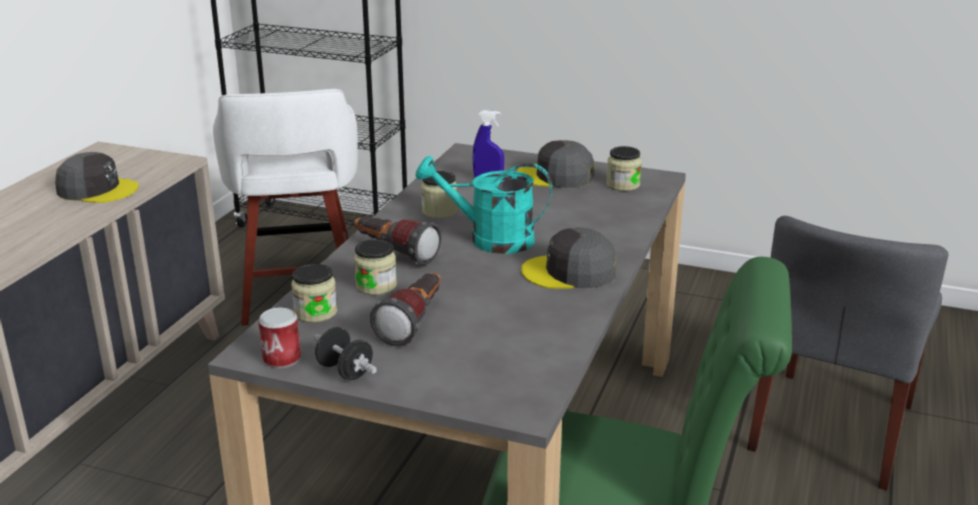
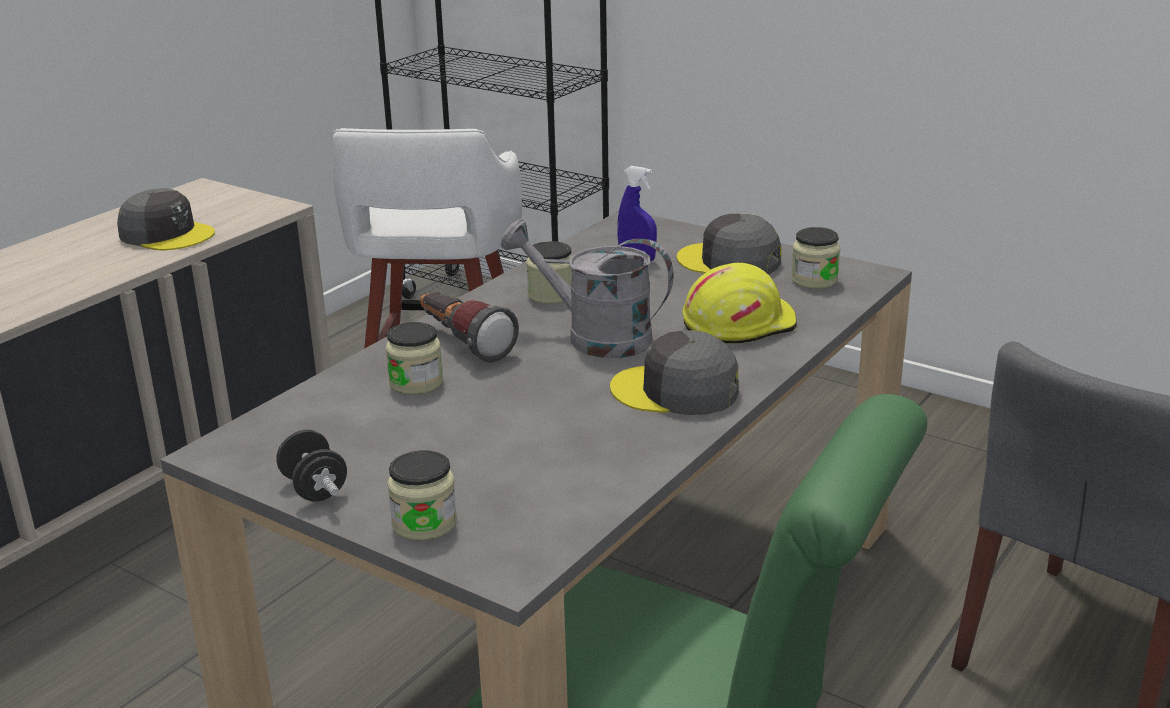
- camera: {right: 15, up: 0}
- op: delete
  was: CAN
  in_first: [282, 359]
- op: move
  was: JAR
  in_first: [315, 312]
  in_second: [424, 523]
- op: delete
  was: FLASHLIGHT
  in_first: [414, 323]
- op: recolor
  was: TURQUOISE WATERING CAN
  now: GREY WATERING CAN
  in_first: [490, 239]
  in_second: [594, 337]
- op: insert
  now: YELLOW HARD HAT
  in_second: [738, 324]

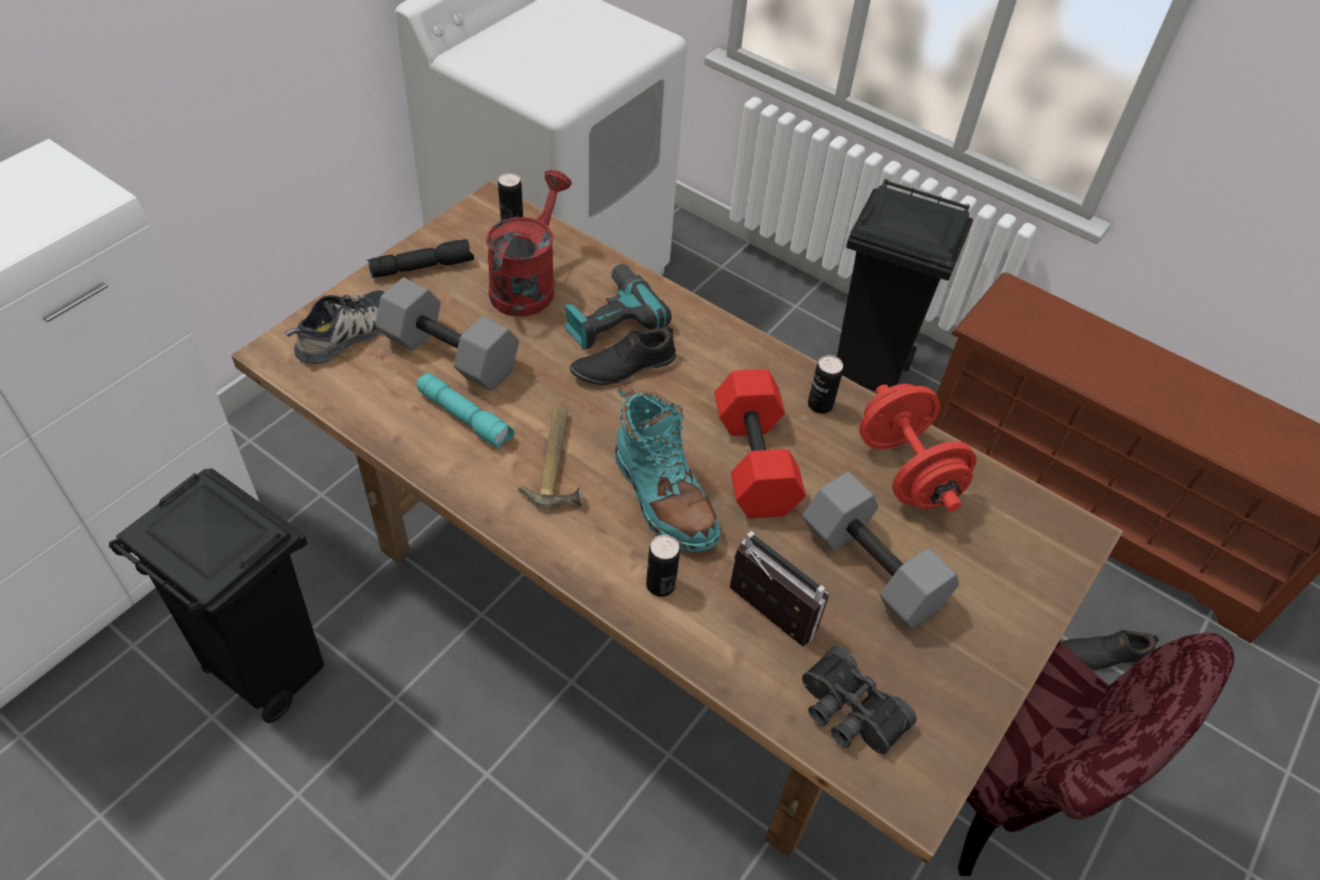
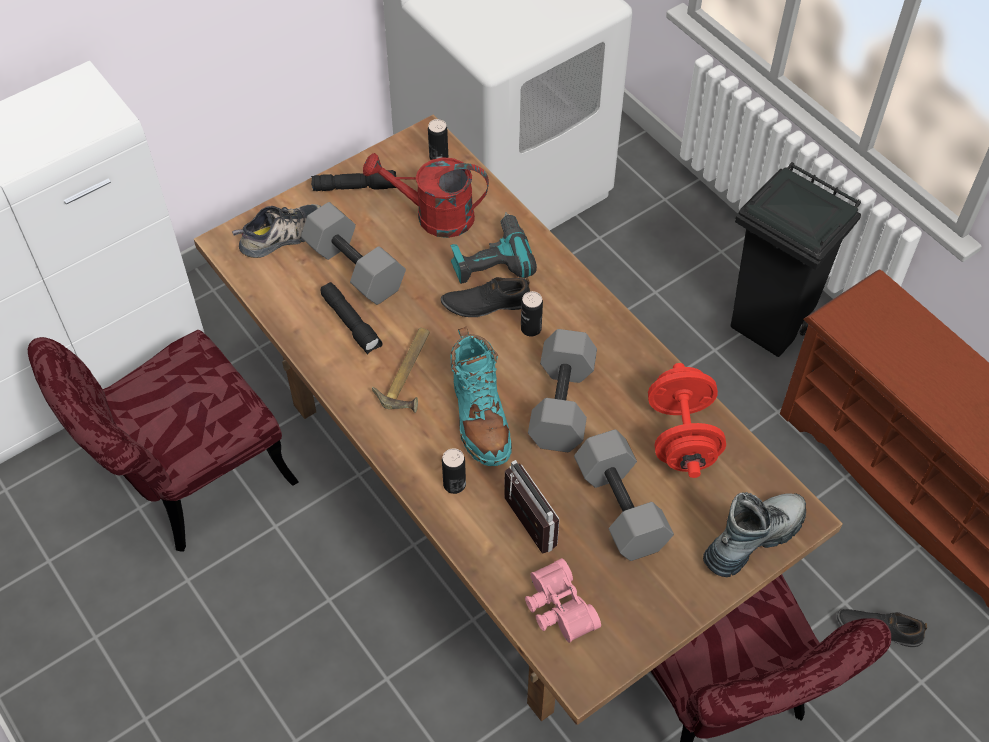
- camera: {right: 20, up: 5}
- op: replace
  was: BLACK TRASH CAN
  now: RED CHAIR
  in_first: [268, 671]
  in_second: [187, 482]
- op: recolor
  was: TURQUOISE FLASHLIGHT
  now: BLACK FLASHLIGHT
  in_first: [466, 417]
  in_second: [352, 323]
- op: rotate
  was: RED WATERING CAN
  in_first: [527, 283]
  in_second: [434, 216]
  clockwise: -120
- op: recolor
  was: RED DUMBBELL
  now: GREY DUMBBELL
  in_first: [757, 463]
  in_second: [563, 405]
- op: recolor
  was: BLACK BINOCULARS
  now: PINK BINOCULARS
  in_first: [847, 713]
  in_second: [557, 608]
- op: move
  was: CAN
  in_first: [820, 405]
  in_second: [531, 328]
- op: insert
  now: BOOT
  in_second: [753, 539]

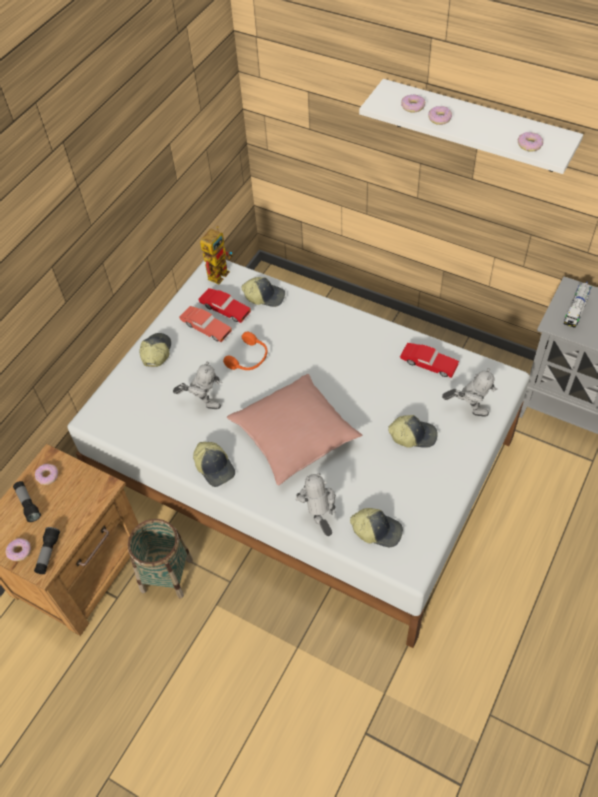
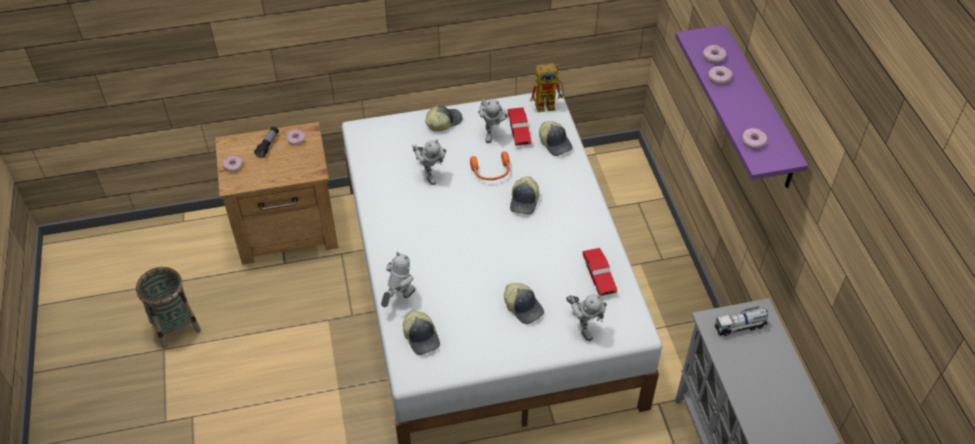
- camera: {right: 45, up: -5}
- op: delete
  was: FLASHLIGHT
  in_first: [48, 554]
- op: move
  was: BASKET
  in_first: [166, 575]
  in_second: [175, 326]
- op: replace
  was: RED TOY CAR
  now: TOY ROBOT
  in_first: [206, 328]
  in_second: [492, 132]
- op: move
  was: CAP
  in_first: [215, 467]
  in_second: [525, 201]
- op: delete
  was: PINK PILLOW
  in_first: [294, 436]
- op: recolor
  was: WHITE SHELF
  now: PURPLE SHELF
  in_first: [476, 126]
  in_second: [759, 109]

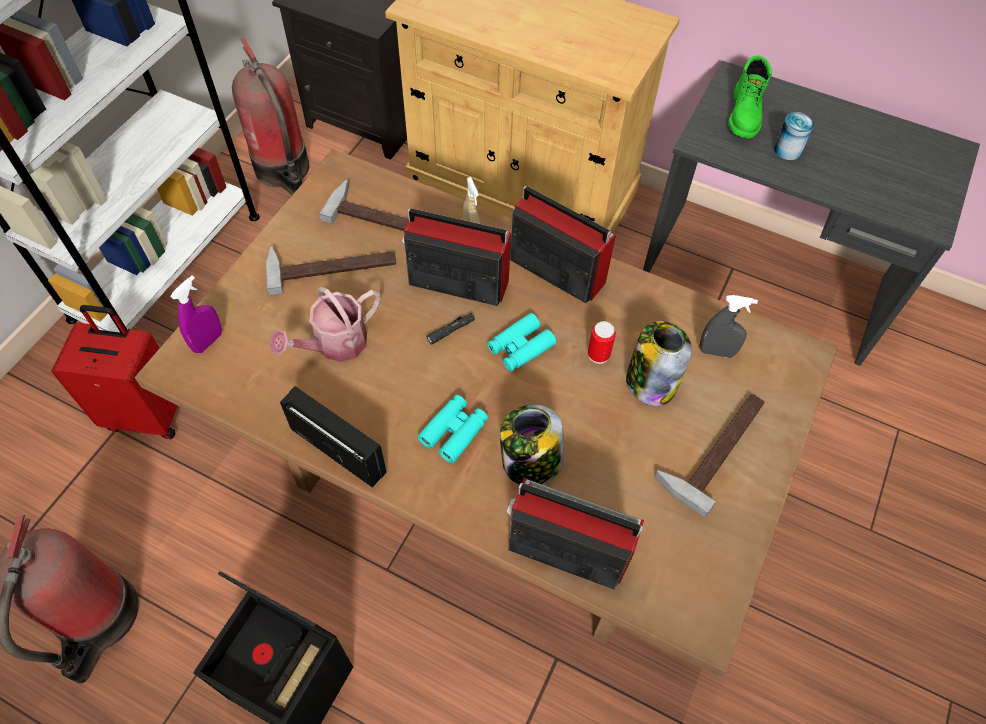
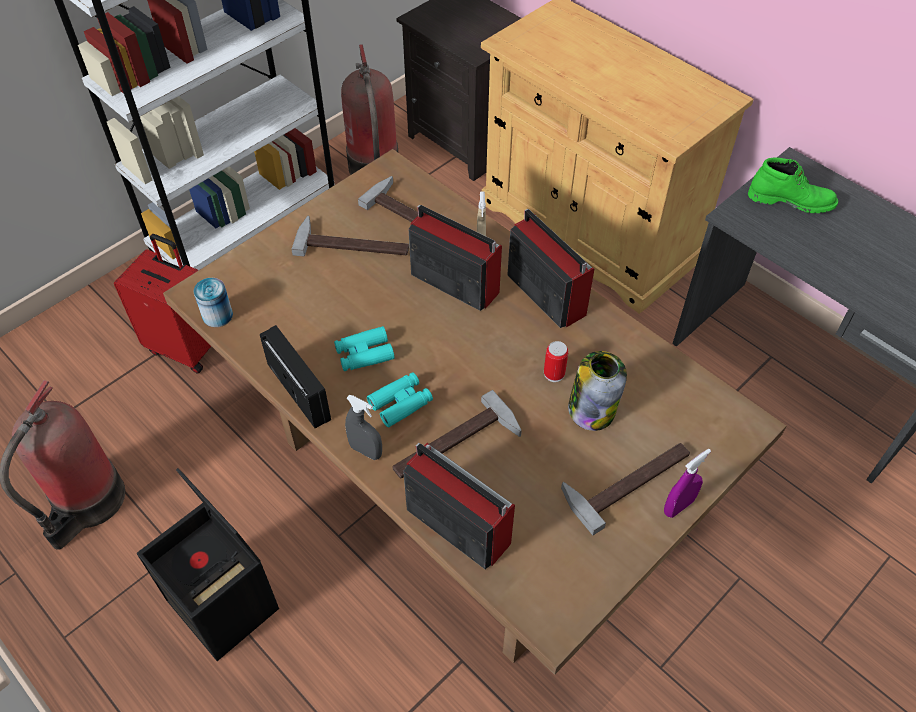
- camera: {right: 20, up: -5}
- op: move
  was: PURPLE SPRAY BOTTLE
  in_first: [208, 341]
  in_second: [678, 506]
- op: delete
  was: WATERING CAN
  in_first: [334, 345]
- op: delete
  was: BLACK FLASHLIGHT
  in_first: [451, 330]
- op: move
  was: TURQUOISE BINOCULARS
  in_first: [520, 347]
  in_second: [364, 354]
- op: replace
  was: JAR
  now: HAMMER
  in_first: [530, 463]
  in_second: [455, 446]
- op: move
  was: GREY SPRAY BOTTLE
  in_first: [716, 352]
  in_second: [366, 451]
- op: rotate
  was: GREEN BOOT
  in_first: [745, 114]
  in_second: [791, 200]
  clockwise: -105
- op: move
  was: CAN
  in_first: [787, 150]
  in_second: [217, 315]

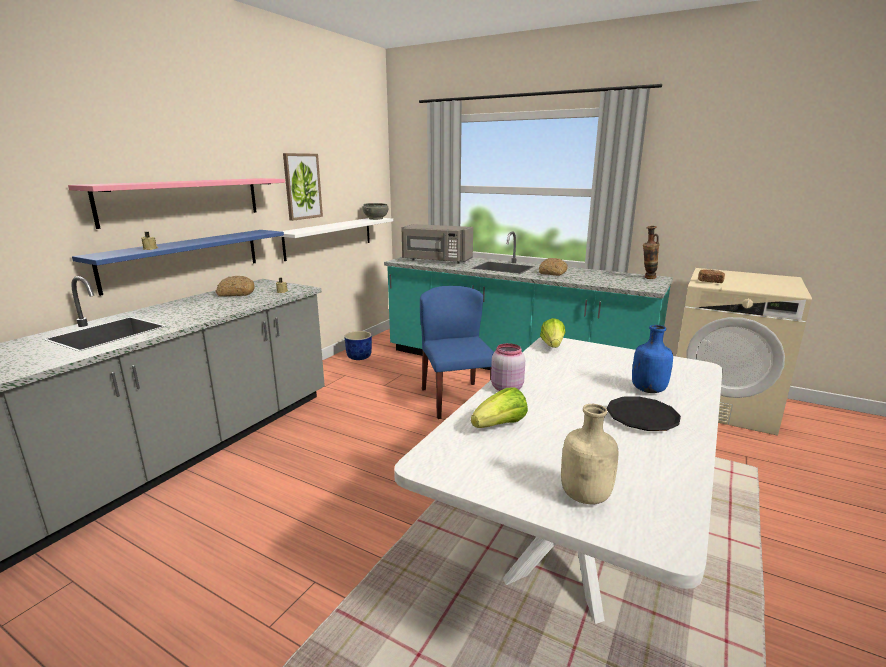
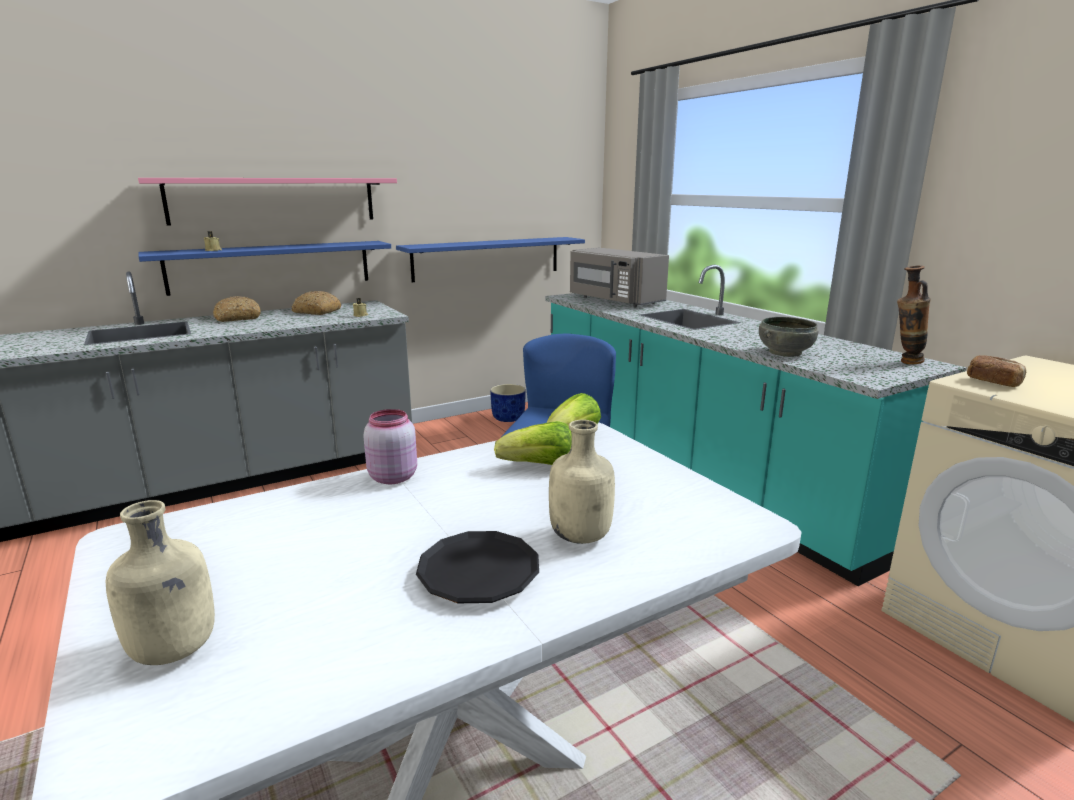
- camera: {right: 30, up: 0}
- op: recolor
  was: WHITE SHELF
  now: BLUE SHELF
  in_first: [329, 237]
  in_second: [487, 258]
- op: delete
  was: PICTURE
  in_first: [302, 186]
- op: move
  was: GREY BOWL
  in_first: [375, 218]
  in_second: [784, 352]
- op: move
  was: LETTUCE
  in_first: [500, 425]
  in_second: [539, 466]
- op: move
  was: BREAD
  in_first: [553, 273]
  in_second: [237, 318]
- op: recolor
  was: BLUE BOTTLE
  now: BEIGE BOTTLE
  in_first: [648, 390]
  in_second: [581, 536]

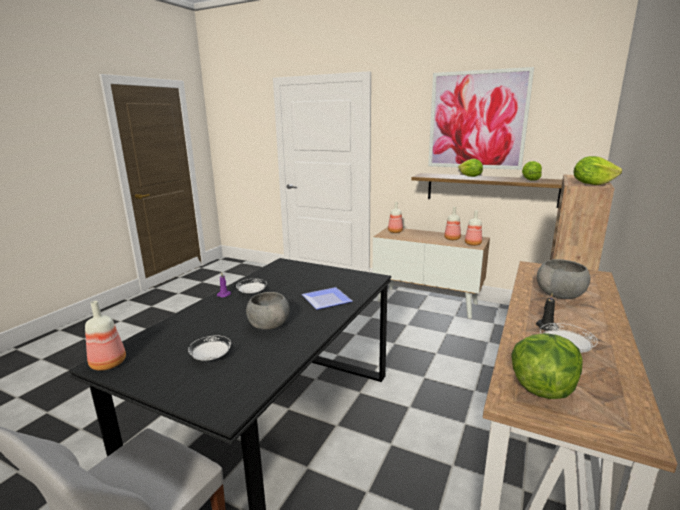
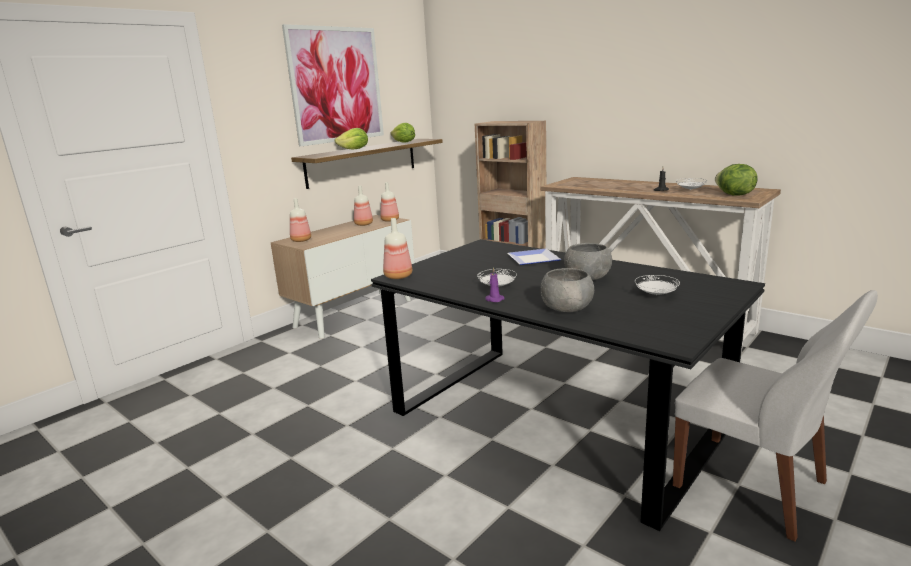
- camera: {right: -75, up: 0}
- op: move
  was: BOTTLE
  in_first: [108, 363]
  in_second: [397, 276]
- op: move
  was: GREY BOWL
  in_first: [559, 295]
  in_second: [566, 309]
- op: delete
  was: LETTUCE
  in_first: [592, 184]

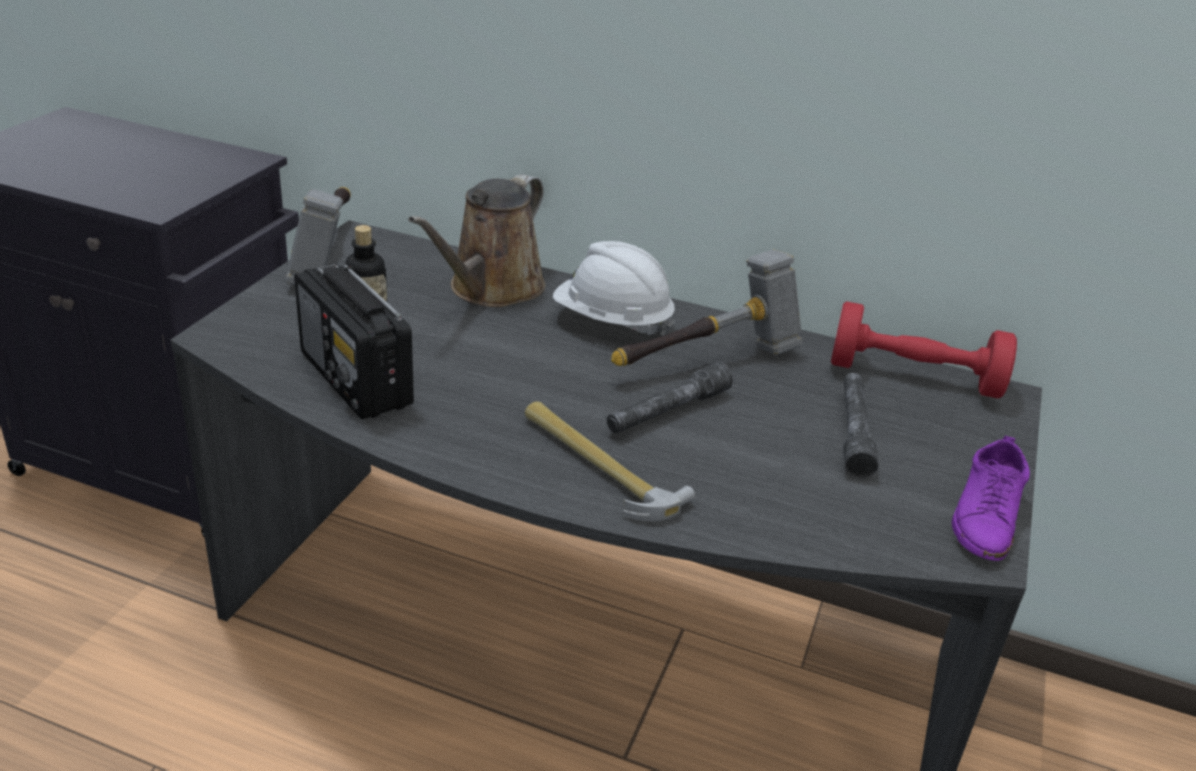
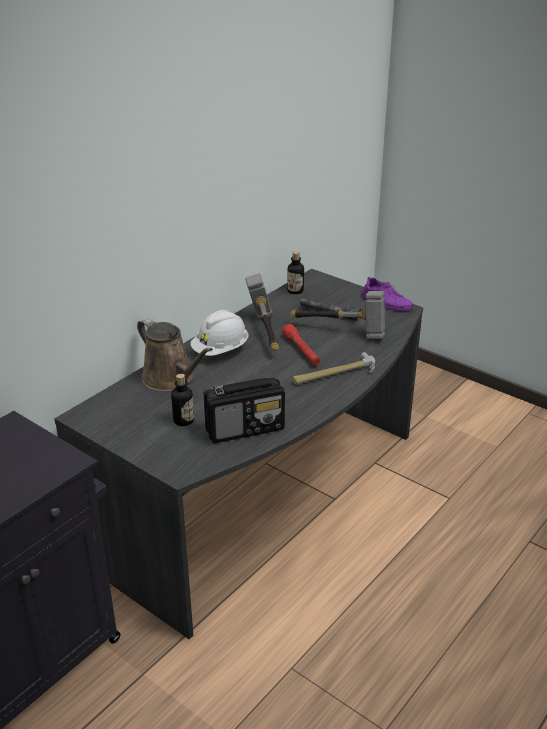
- camera: {right: -70, up: 0}
- op: move
  was: HAMMER
  in_first: [328, 254]
  in_second: [340, 331]
- op: recolor
  was: GREY FLASHLIGHT
  now: RED FLASHLIGHT
  in_first: [667, 412]
  in_second: [301, 351]
- op: replace
  was: RED DUMBBELL
  now: BOTTLE
  in_first: [913, 377]
  in_second: [295, 291]

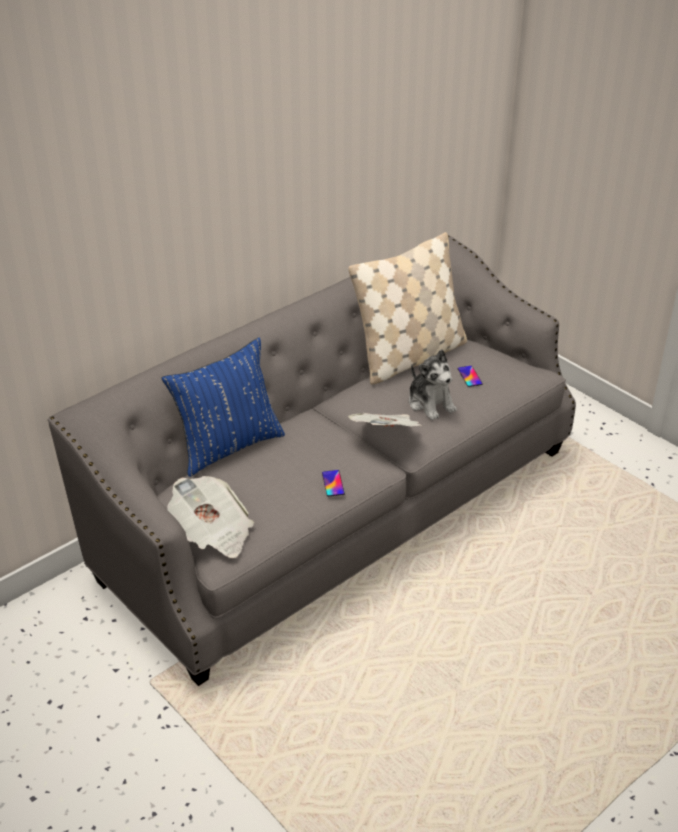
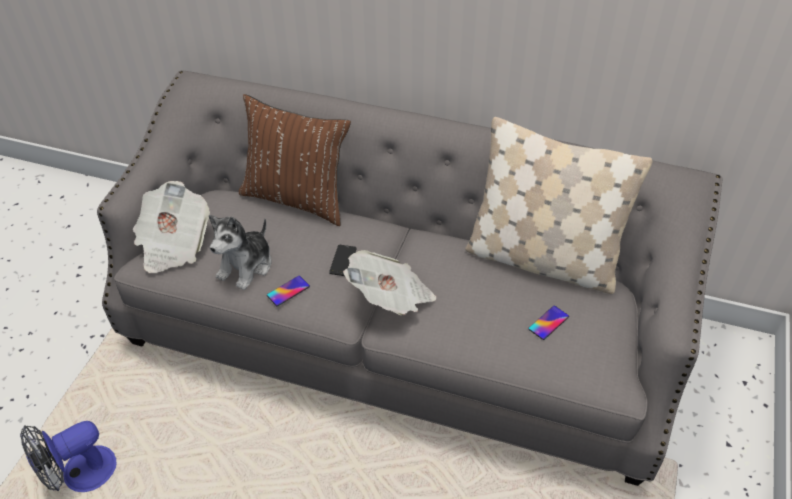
- camera: {right: 60, up: 10}
- op: recolor
  was: BLUE PILLOW
  now: BROWN PILLOW
  in_first: [228, 446]
  in_second: [297, 198]
- op: move
  was: PLUSH TOY
  in_first: [430, 403]
  in_second: [246, 266]
- op: insert
  now: FAN
  in_second: [80, 474]
- op: insert
  now: PHONE
  in_second: [343, 260]

